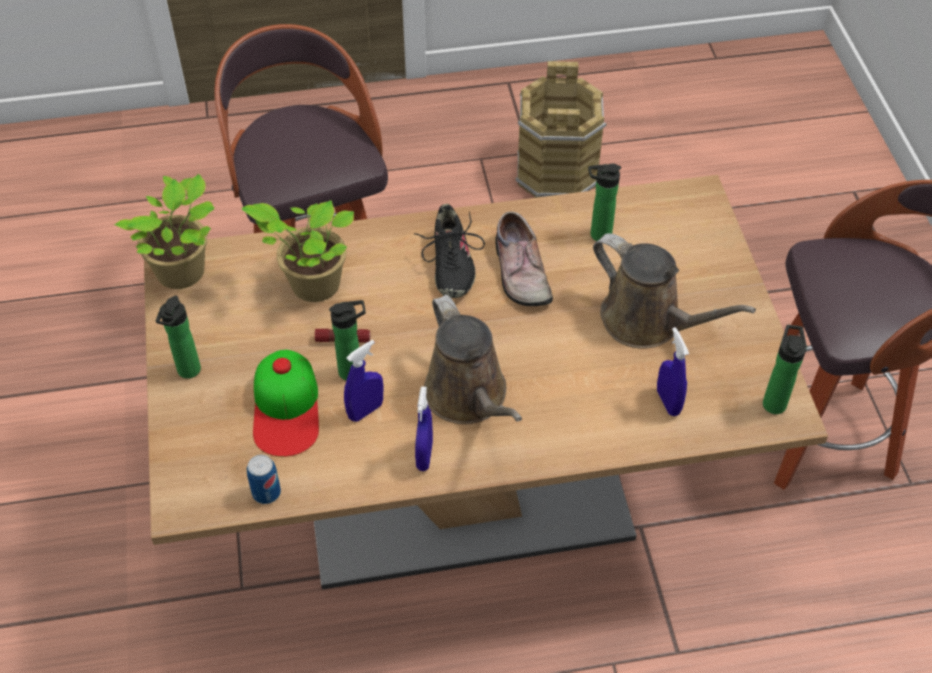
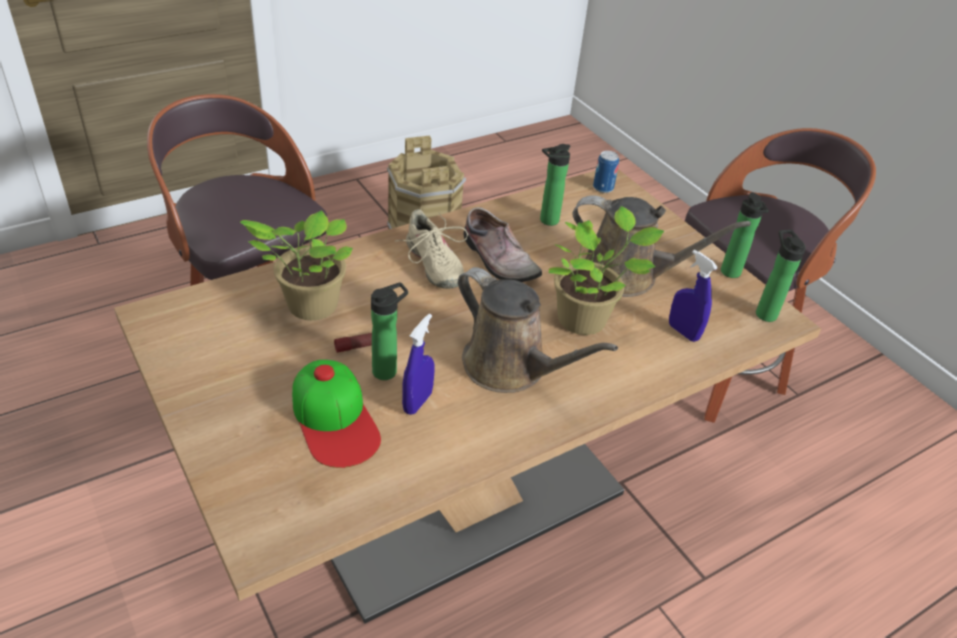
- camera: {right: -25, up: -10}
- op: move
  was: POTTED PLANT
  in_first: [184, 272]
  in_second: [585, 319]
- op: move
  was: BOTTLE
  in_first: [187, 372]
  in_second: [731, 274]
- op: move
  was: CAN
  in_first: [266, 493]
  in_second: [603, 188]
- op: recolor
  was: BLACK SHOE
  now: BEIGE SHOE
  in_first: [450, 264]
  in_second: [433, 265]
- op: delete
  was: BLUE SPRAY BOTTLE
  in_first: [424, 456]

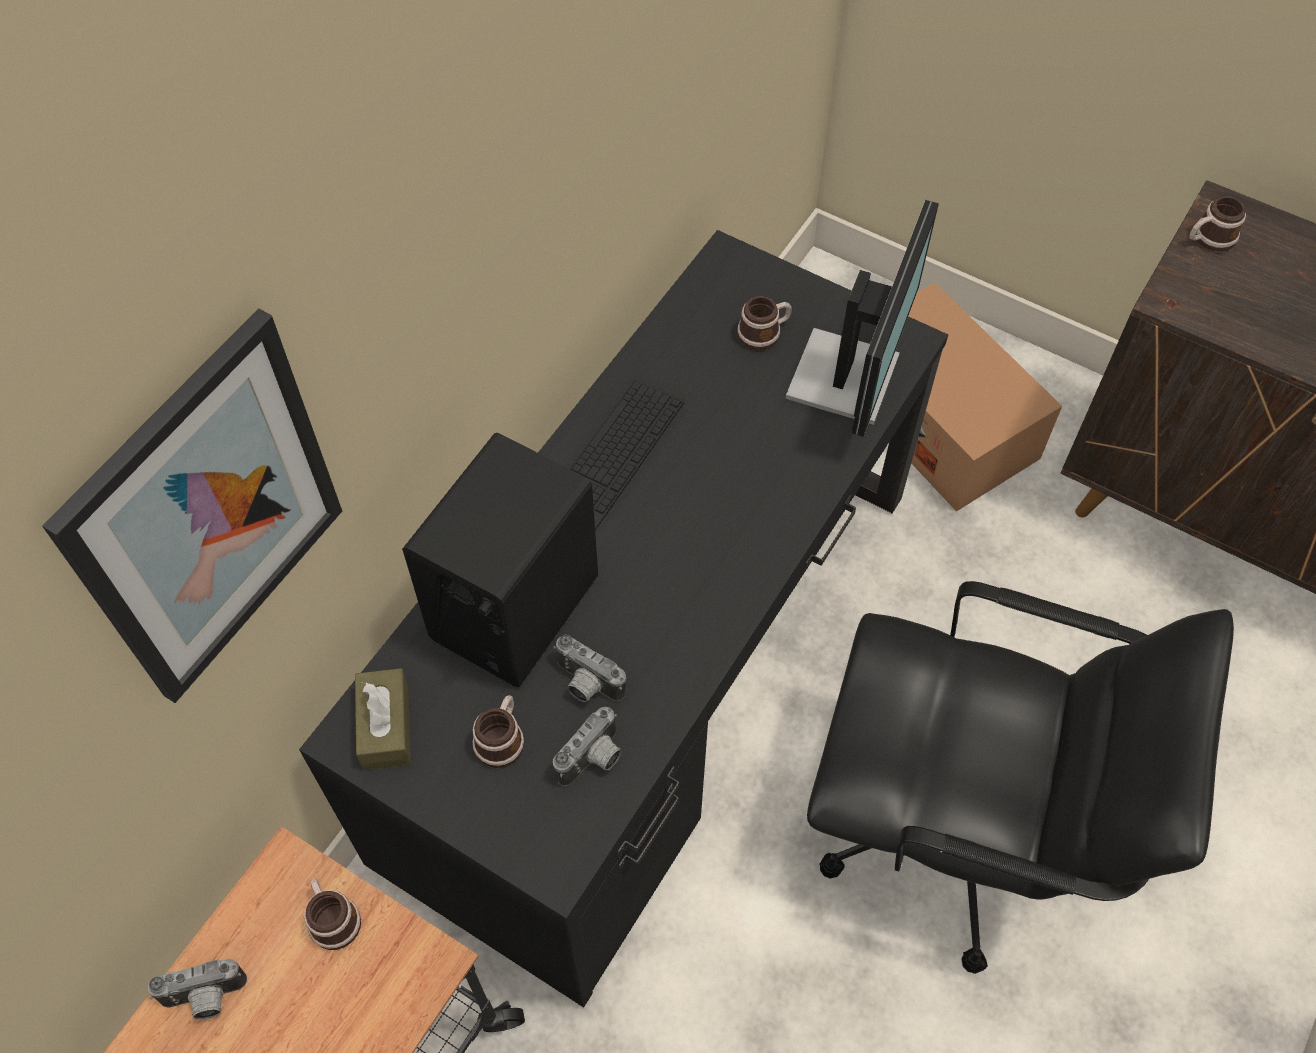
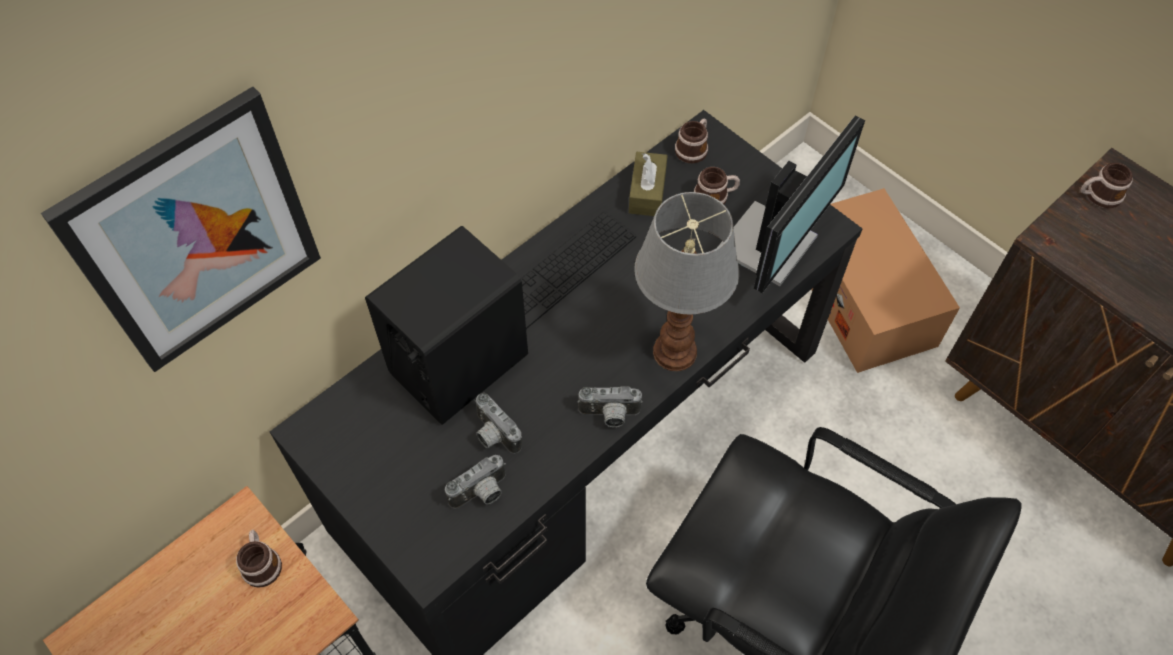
- camera: {right: 15, up: 0}
- op: move
  was: PHOTO CAMERA
  in_first: [205, 999]
  in_second: [609, 416]
- op: move
  was: BROWN TISSUE BOX
  in_first: [386, 726]
  in_second: [647, 192]
- op: move
  was: MUG
  in_first: [502, 738]
  in_second: [693, 148]
- op: insert
  now: TABLE LAMP
  in_second: [675, 350]

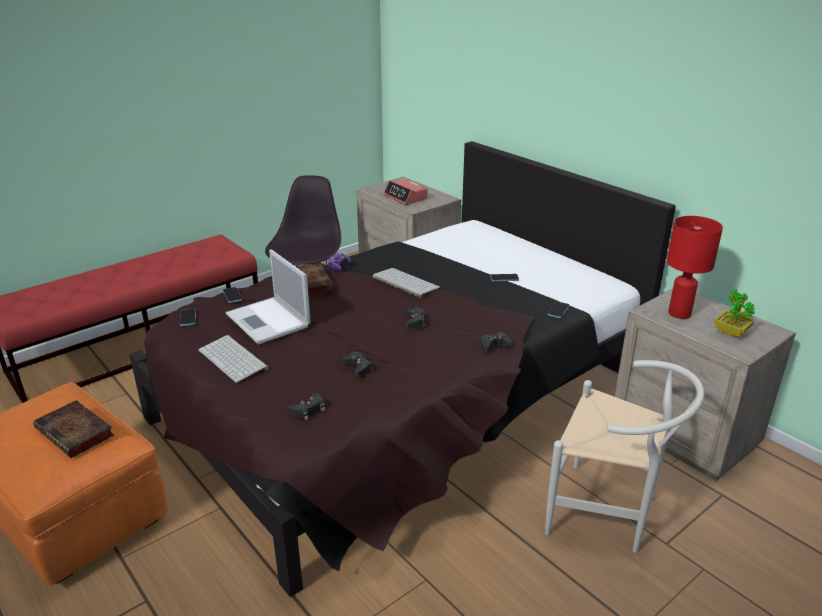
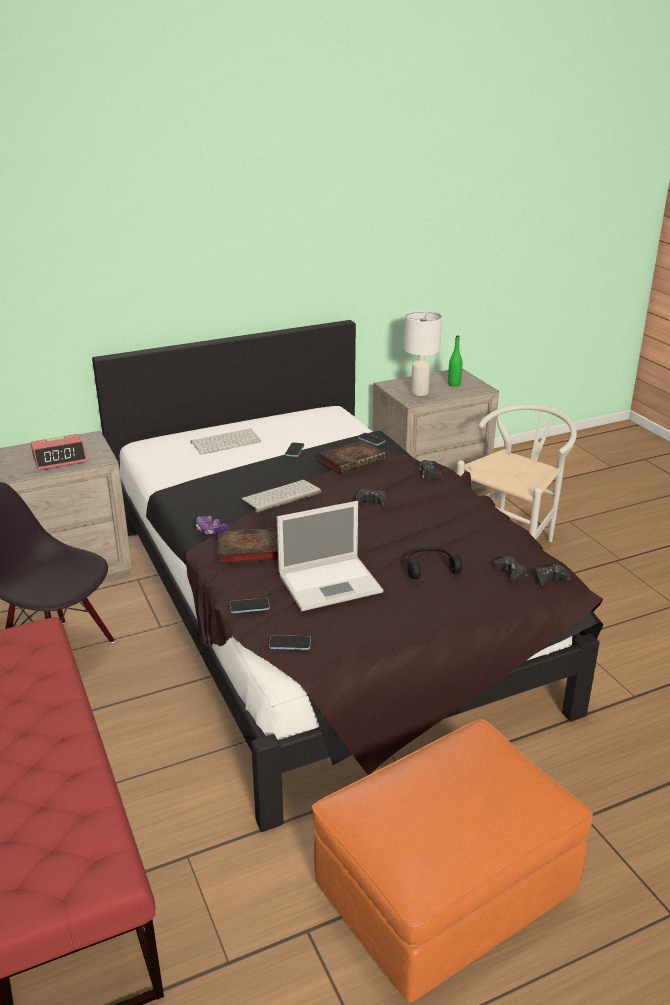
- camera: {right: -75, up: 0}
- op: move
  was: BOOK
  in_first: [76, 433]
  in_second: [352, 460]
- op: move
  was: KEYBOARD
  in_first: [234, 359]
  in_second: [226, 442]
- op: move
  was: BLACK GAME CONTROLLER
  in_first: [358, 367]
  in_second: [550, 579]
- op: recolor
  was: RED TABLE LAMP
  now: WHITE TABLE LAMP
  in_first: [679, 314]
  in_second: [420, 393]
- op: replace
  was: POTTED PLANT
  now: GREEN BOTTLE
  in_first: [731, 332]
  in_second: [454, 384]
- op: insert
  now: BLACK HEADPHONES
  in_second: [430, 568]

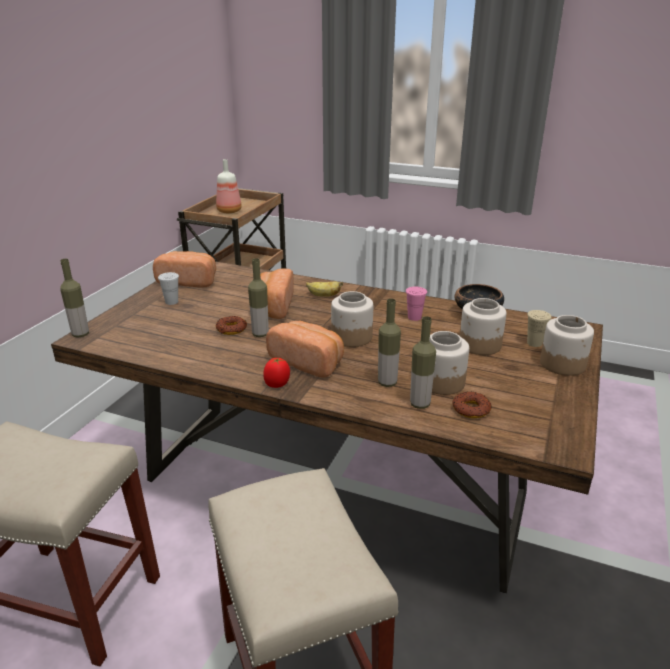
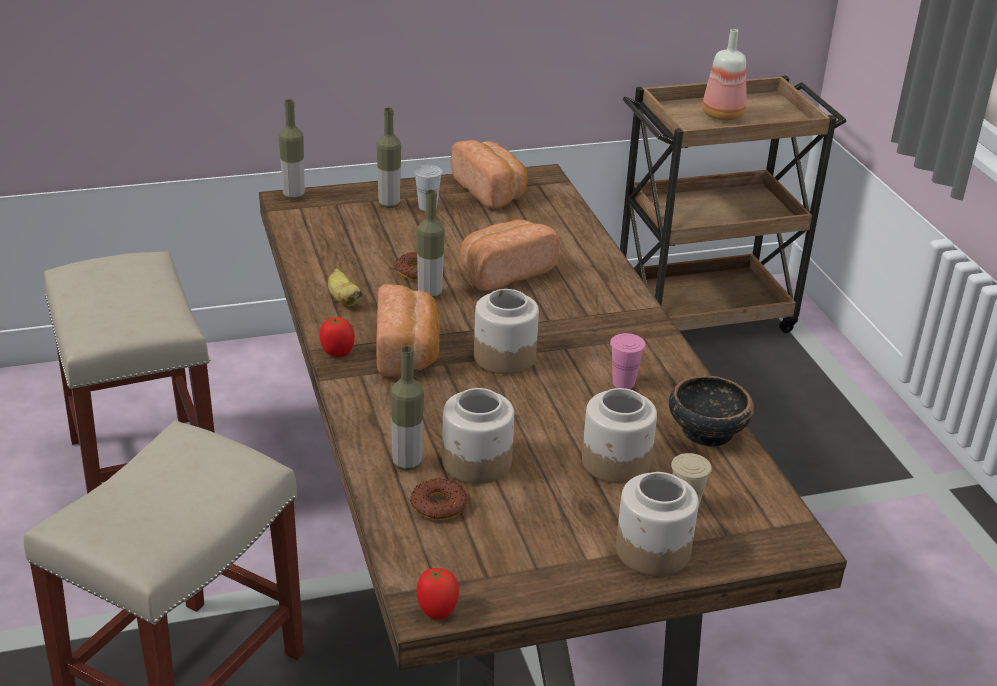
- camera: {right: 50, up: 5}
- op: move
  was: BANANA
  in_first: [323, 295]
  in_second: [343, 299]
- op: move
  was: BOTTLE
  in_first: [387, 383]
  in_second: [389, 204]
- op: insert
  now: TOMATO
  in_second: [437, 611]

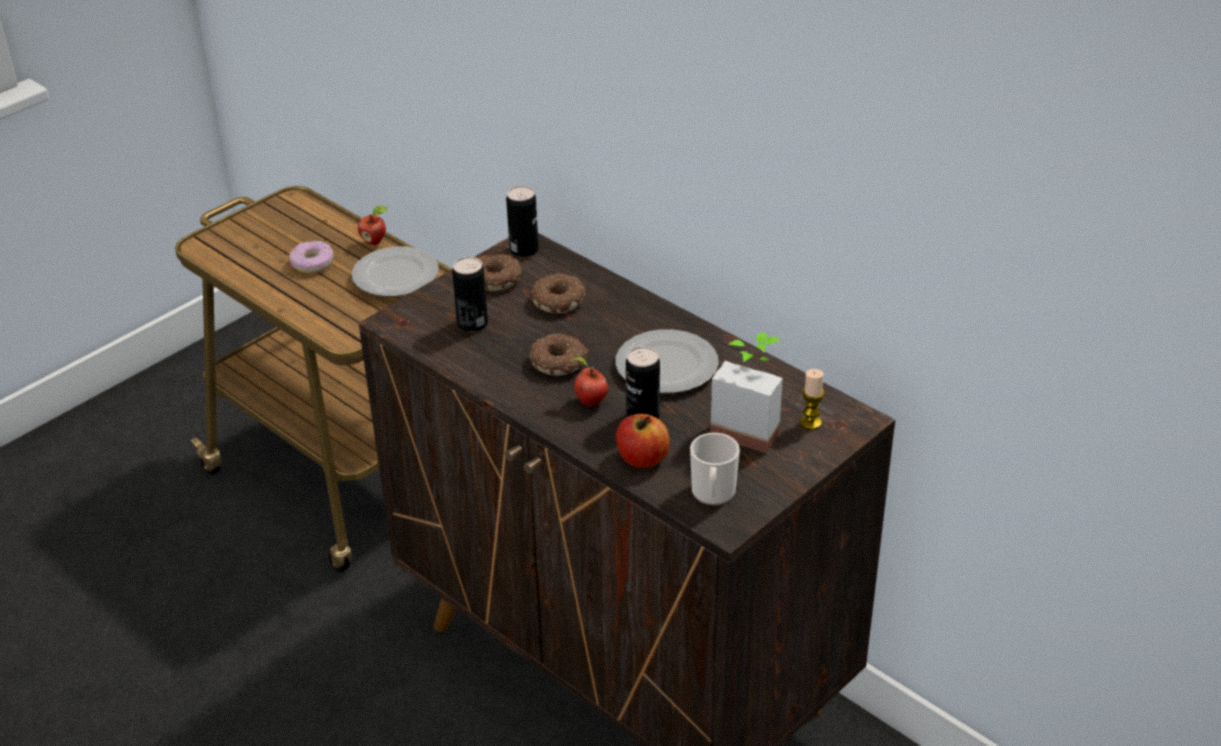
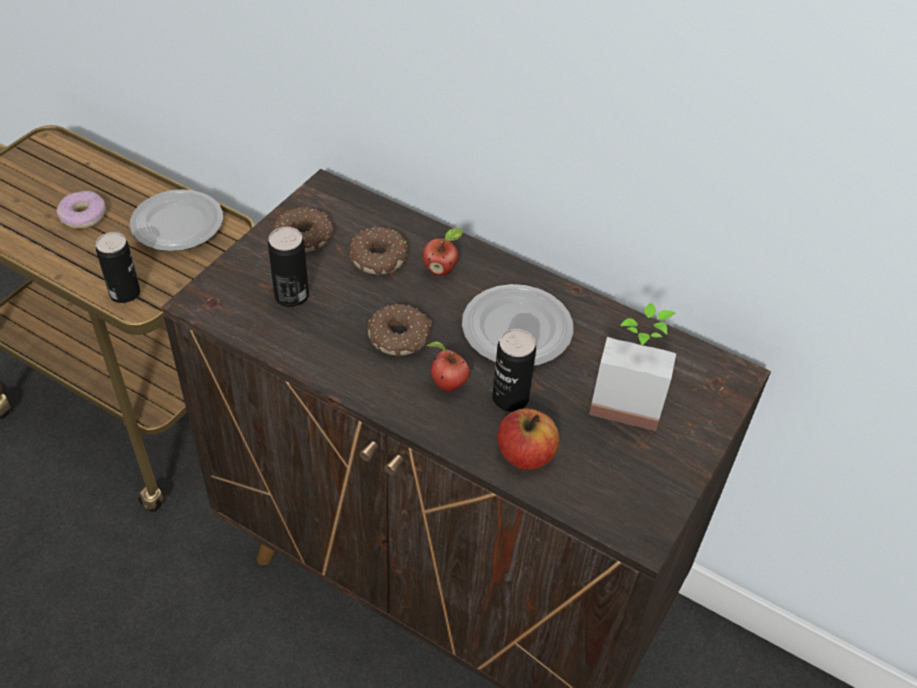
- camera: {right: -15, up: 10}
- op: move
  was: APPLE
  in_first: [375, 241]
  in_second: [441, 269]
- op: move
  was: CAN
  in_first: [524, 250]
  in_second: [125, 293]
- op: delete
  was: MUG
  in_first: [713, 494]
- op: delete
  was: CANDLE
  in_first: [810, 422]

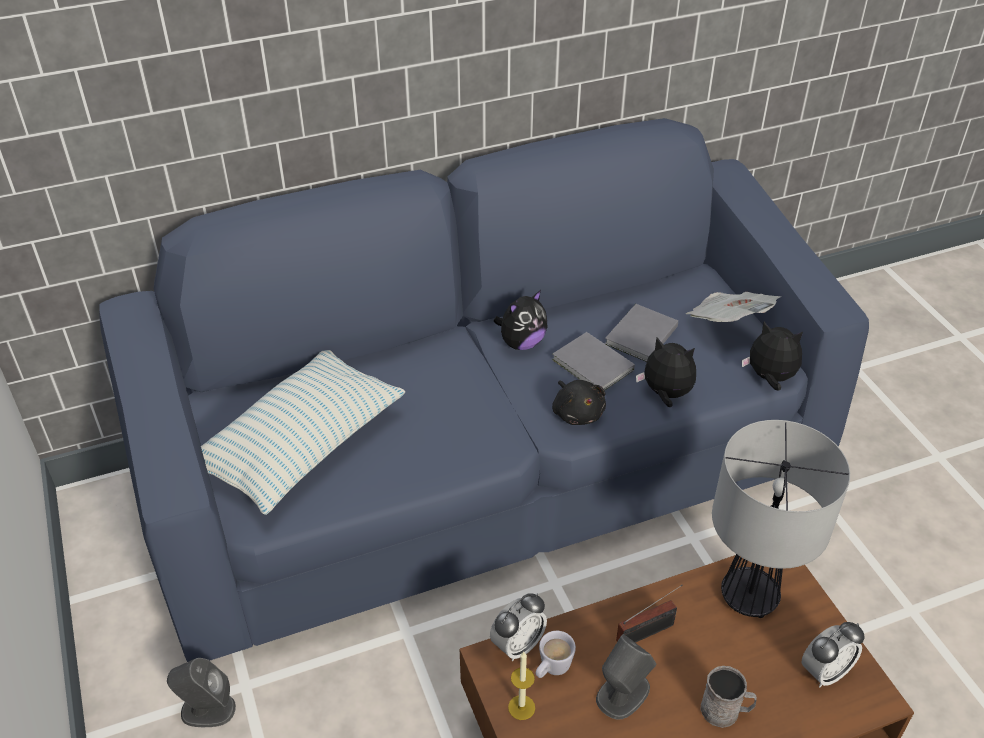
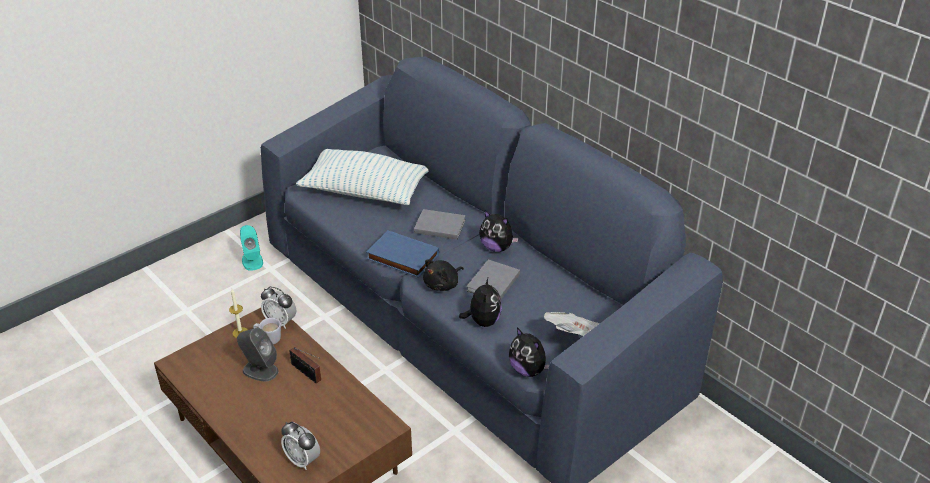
- camera: {right: 70, up: -5}
- op: recolor
  was: GREY SPEAKER
  now: TURQUOISE SPEAKER
  in_first: [207, 710]
  in_second: [252, 261]
- op: move
  was: GREY BOOK
  in_first: [639, 336]
  in_second: [438, 225]
- op: delete
  was: GREY MUG
  in_first: [725, 711]
- op: delete
  was: TABLE LAMP
  in_first: [750, 597]
- op: rotate
  was: PLUSH TOY
  in_first: [770, 378]
  in_second: [528, 370]
  clockwise: 135
- op: insert
  now: BLUE BOOK
  in_second: [401, 258]

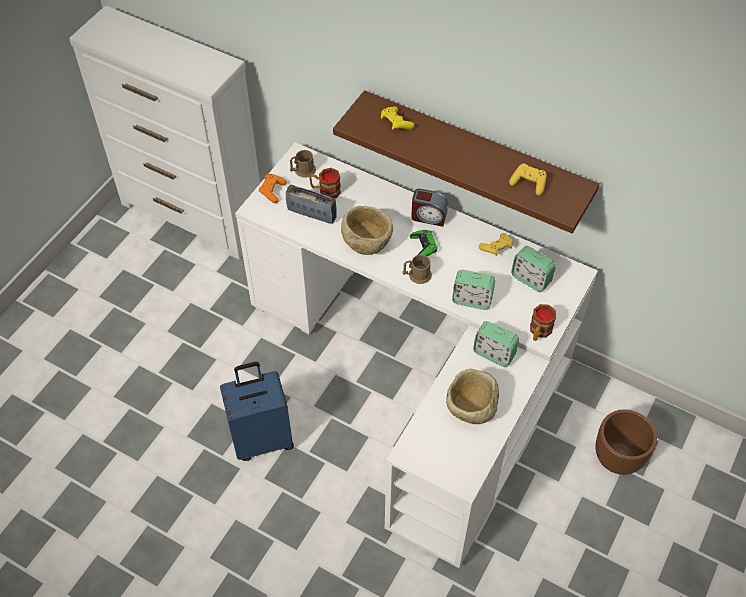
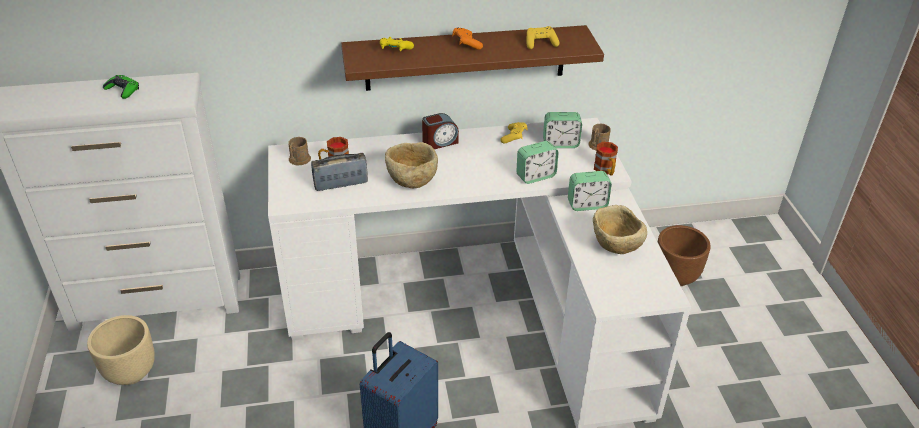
- camera: {right: -40, up: -15}
- op: move
  was: ORANGE GAME CONTROLLER
  in_first: [272, 191]
  in_second: [466, 44]
- op: move
  was: BROWN MUG
  in_first: [416, 275]
  in_second: [597, 146]
- op: move
  was: GREEN GAME CONTROLLER
  in_first: [423, 246]
  in_second: [122, 90]
- op: insert
  now: BEIGE PLANTER
  in_second: [131, 372]

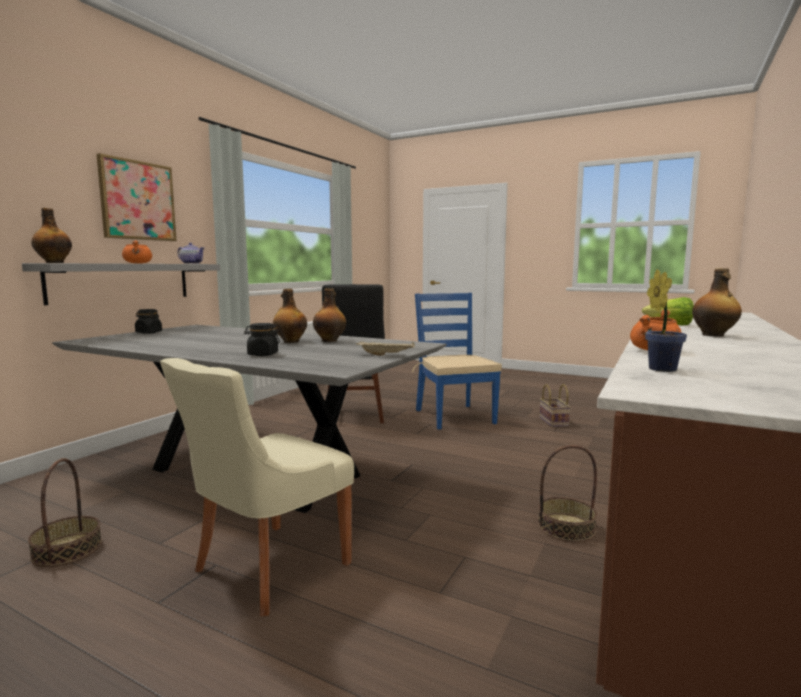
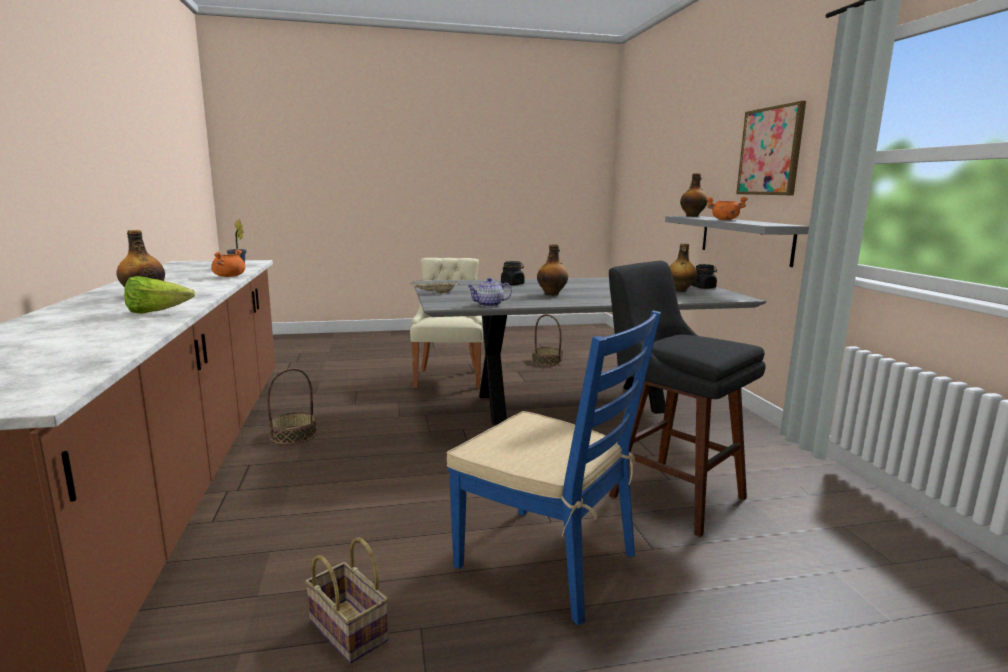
- camera: {right: 140, up: 5}
- op: move
  was: TEAPOT
  in_first: [192, 263]
  in_second: [489, 305]
- op: move
  was: BOTTLE
  in_first: [330, 341]
  in_second: [679, 291]

